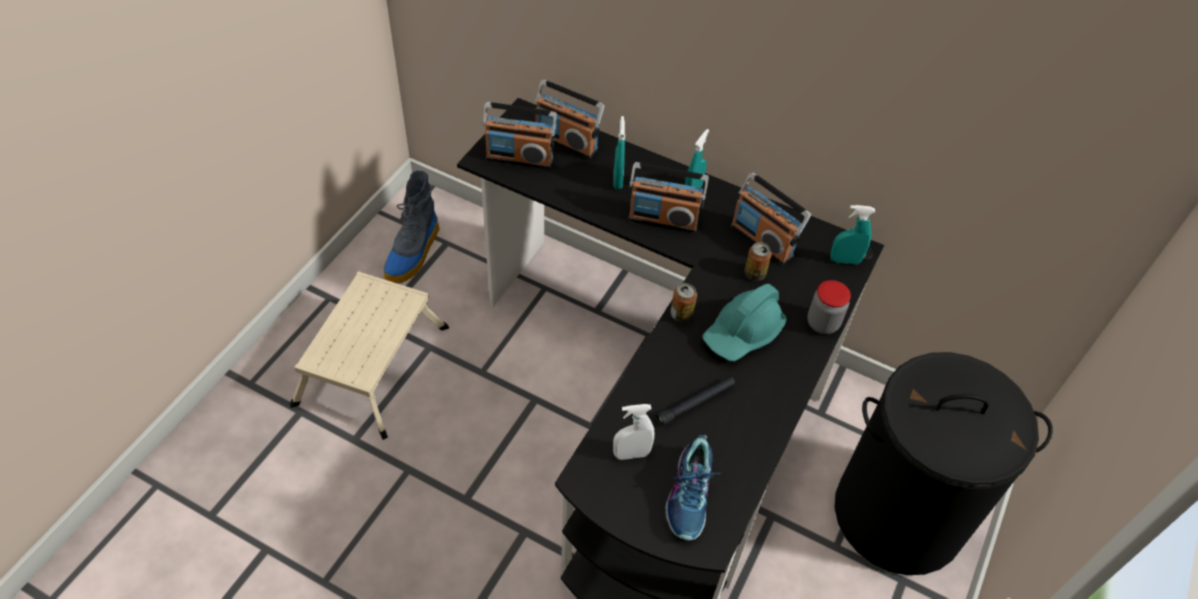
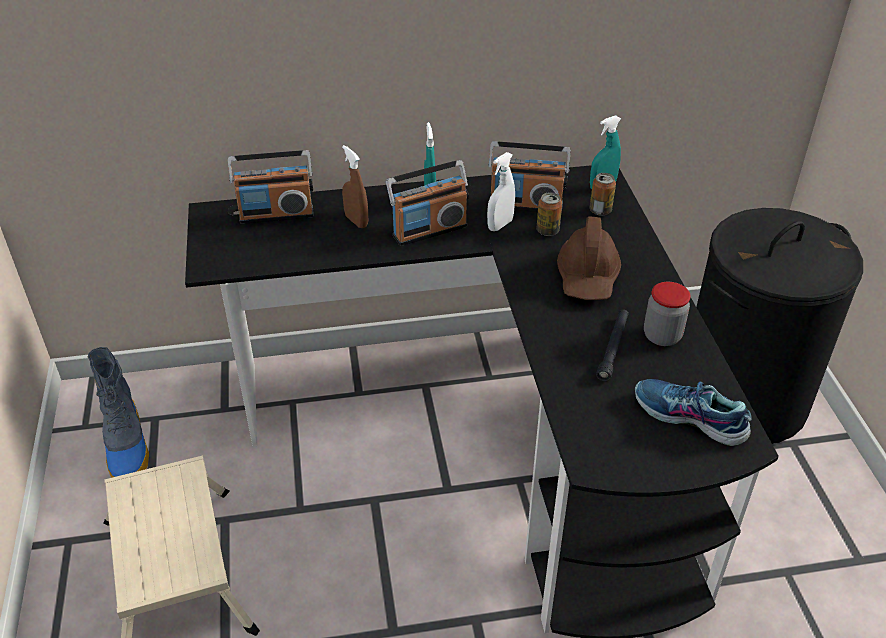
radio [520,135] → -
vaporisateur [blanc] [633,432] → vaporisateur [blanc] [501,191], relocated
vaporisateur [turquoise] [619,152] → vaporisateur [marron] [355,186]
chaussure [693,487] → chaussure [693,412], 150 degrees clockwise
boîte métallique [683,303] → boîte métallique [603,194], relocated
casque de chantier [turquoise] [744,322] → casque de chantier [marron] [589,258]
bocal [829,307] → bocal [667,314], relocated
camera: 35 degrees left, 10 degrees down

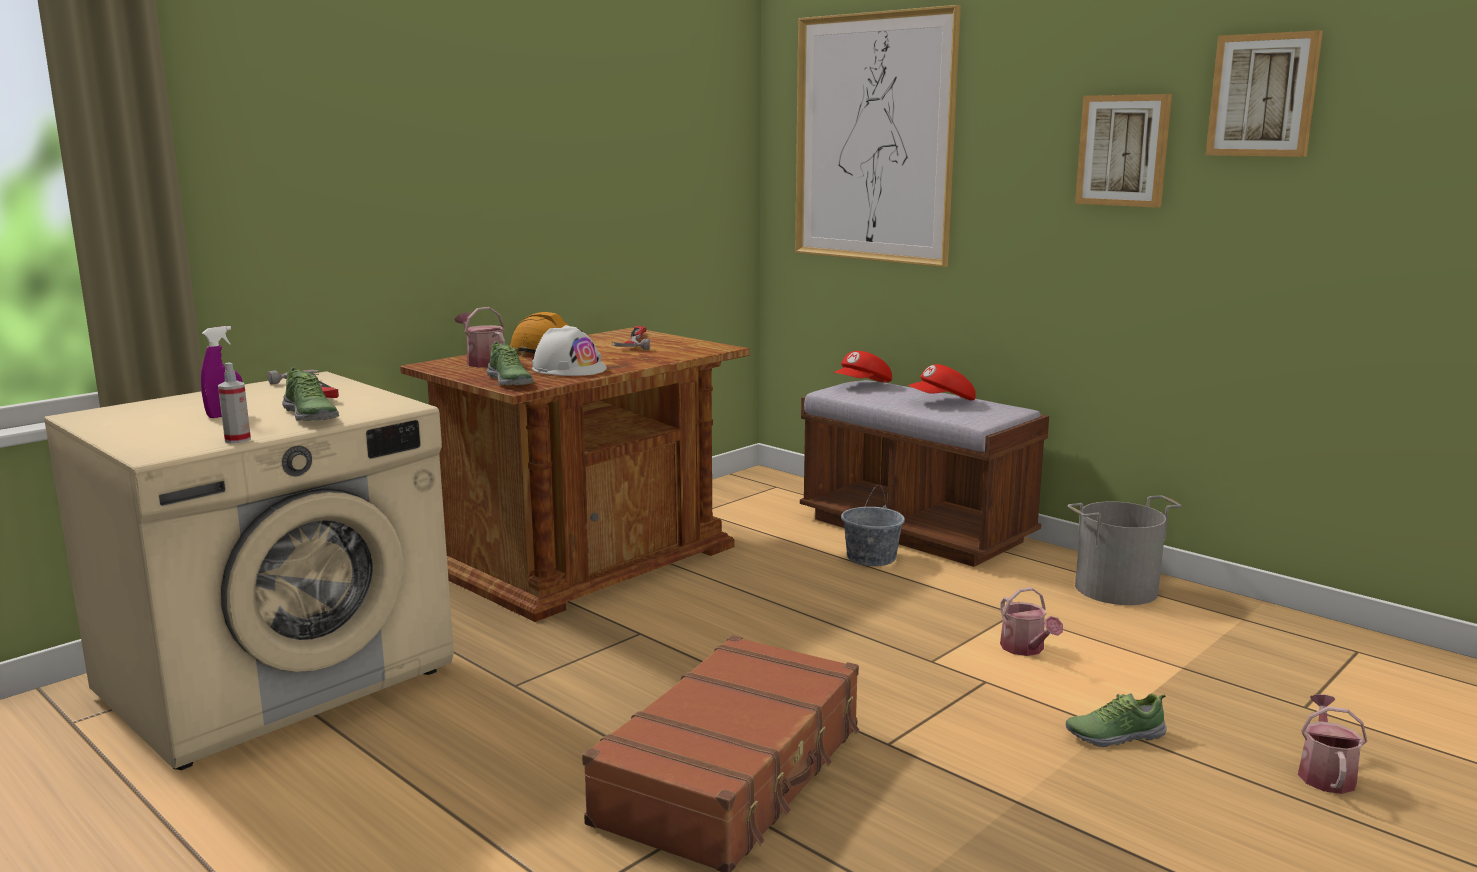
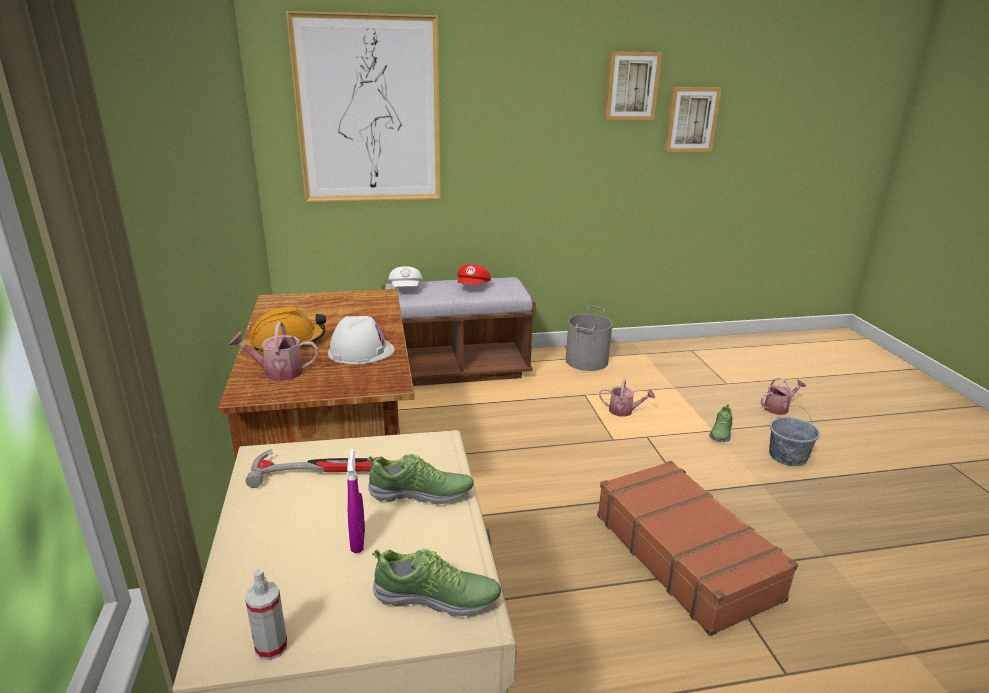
vaporisateur [234,403] → vaporisateur [266,614], relocated
chaussure [510,363] → chaussure [436,583], relocated
marteau [630,338] → -
casquette [rouge] [863,366] → casquette [blanc] [405,276]
seau [gris] [873,525] → seau [gris] [794,436], relocated
tableau [1123,151] → tableau [693,119], relocated
arrosoir [1332,744] → arrosoir [783,396], 105 degrees clockwise
camera: 55 degrees left, 10 degrees up

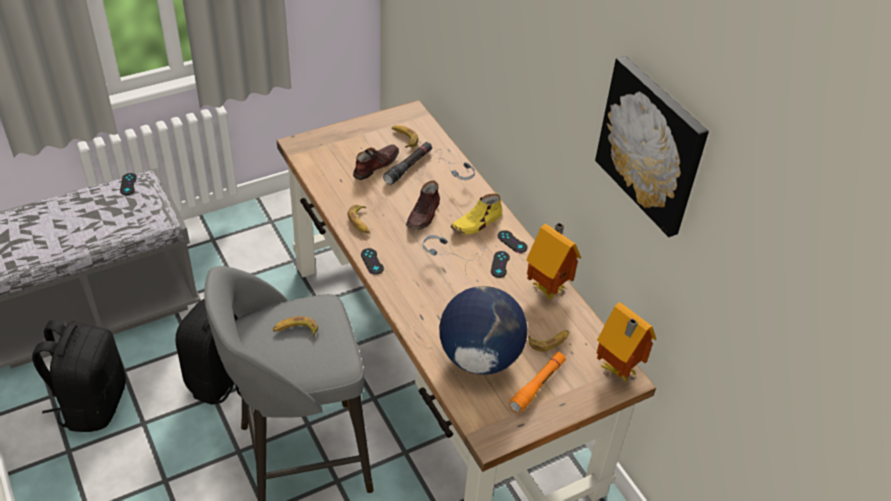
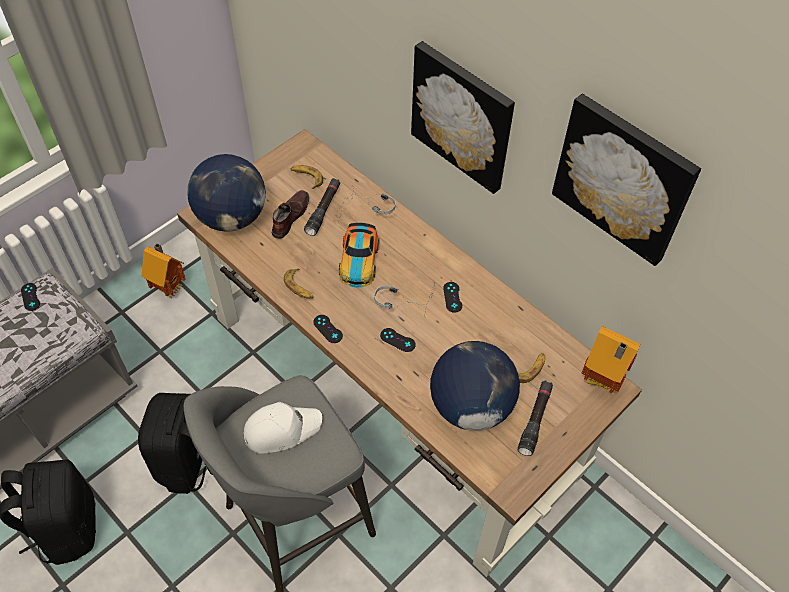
banane [295,326] → casquette [blanc] [283,428]
chaussure [marron] [423,204] → petite voiture [359,255]
chaussure [jaune] [477,214] → -
manette [noir] [513,241] → manette [noir] [398,340], relocated
lampe de poche [orange] [537,382] → lampe de poche [noir] [535,418]
maison miniature [553,260] → maison miniature [163,271], relocated
- → globe [226,193]
- → tableau [463,117]
camera: 15 degrees left, 10 degrees up

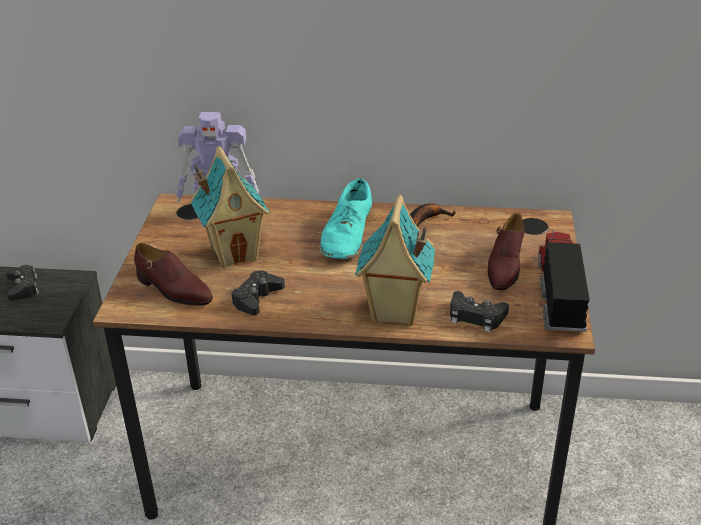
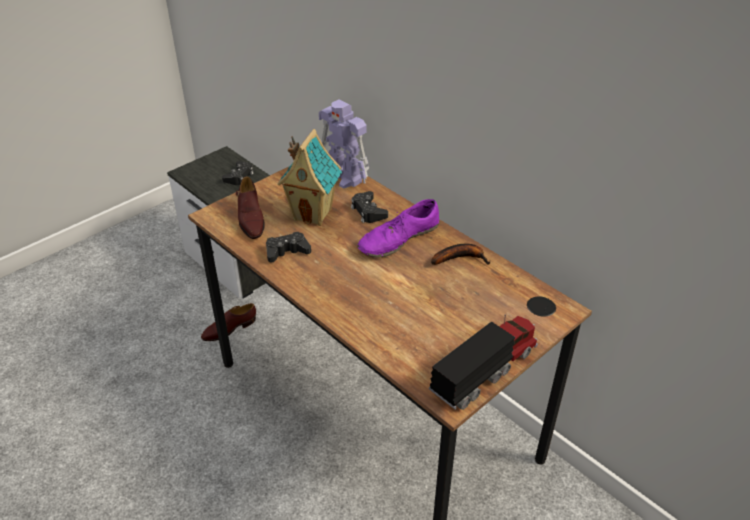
chaussure [turquoise] [346,218] → chaussure [violet] [398,228]
maison miniature [395,260] → -
manette [noir] [479,311] → manette [noir] [369,207], relocated
chaussure [marron] [506,251] → chaussure [marron] [228,322], relocated
camera: 40 degrees right, 5 degrees up

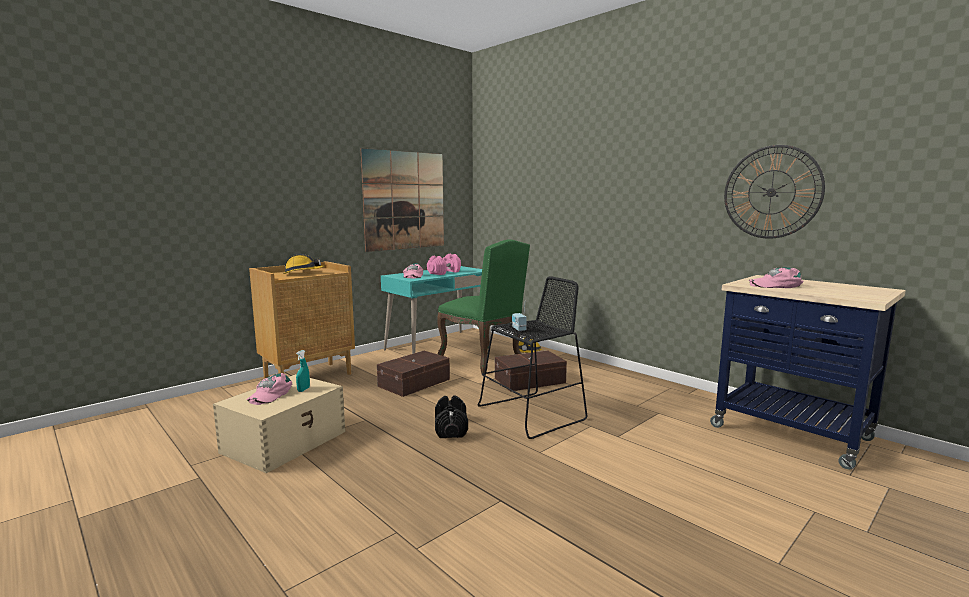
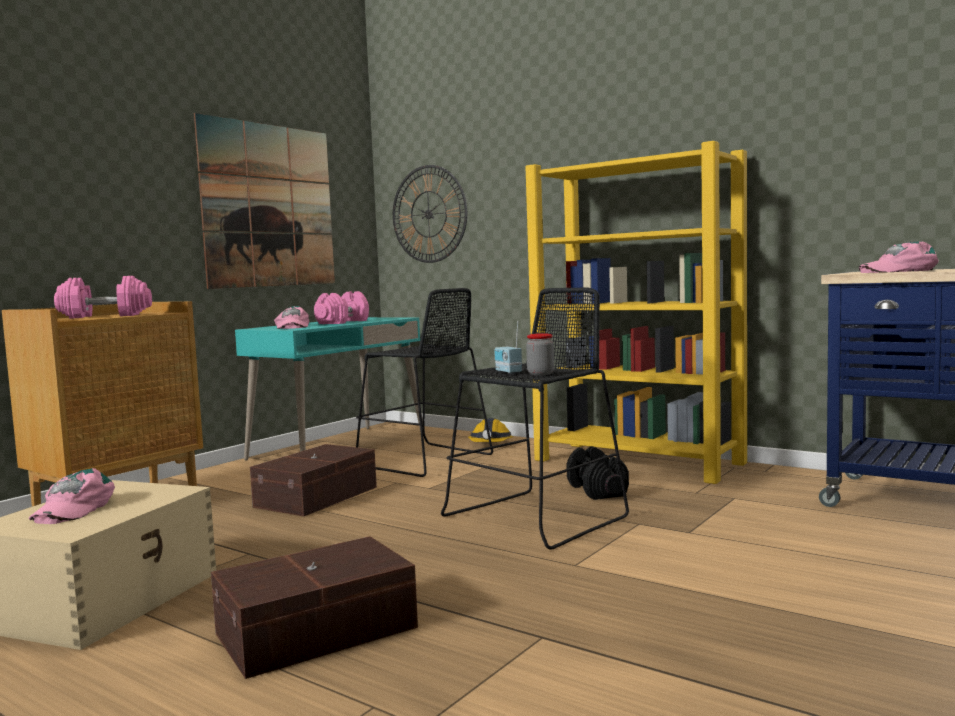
casque de chantier [303,264] → haltère [rose] [103,297]
vaporisateur [turquoise] [303,371] → -
haltère [noir] [451,416] → haltère [noir] [597,473], relocated
chaise [vert] [483,306] → tabouret [noir] [424,382]
boîte de rangement [marron] [531,371] → boîte de rangement [marron] [314,607], relocated
horloge murale [774,192] → horloge murale [430,214], relocated
- → bibliothèque [jaune] [636,312]
- → bocal [540,354]
camera: 10 degrees left, 5 degrees down

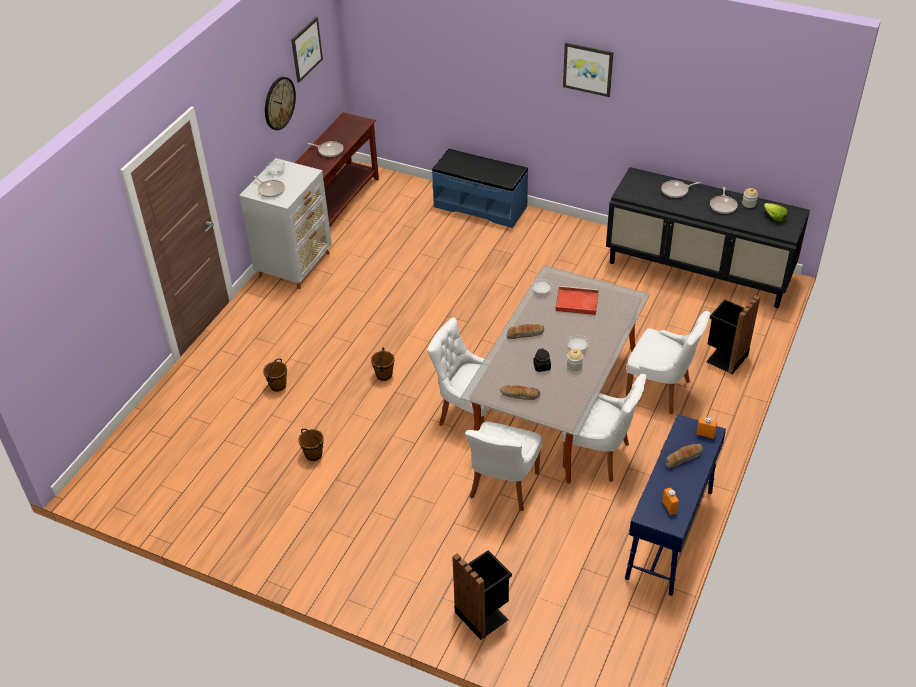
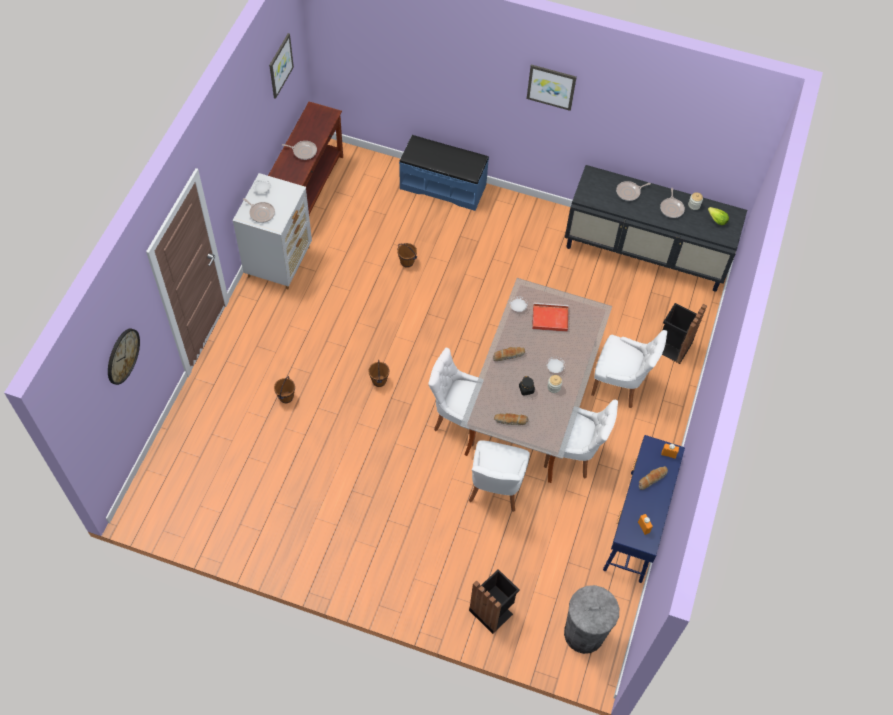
horloge murale [280,103] → horloge murale [124,356], relocated
seau [marron] [311,445] → seau [marron] [407,255], relocated
- → poubelle [gris] [591,619]
camera: 10 degrees left, 15 degrees up

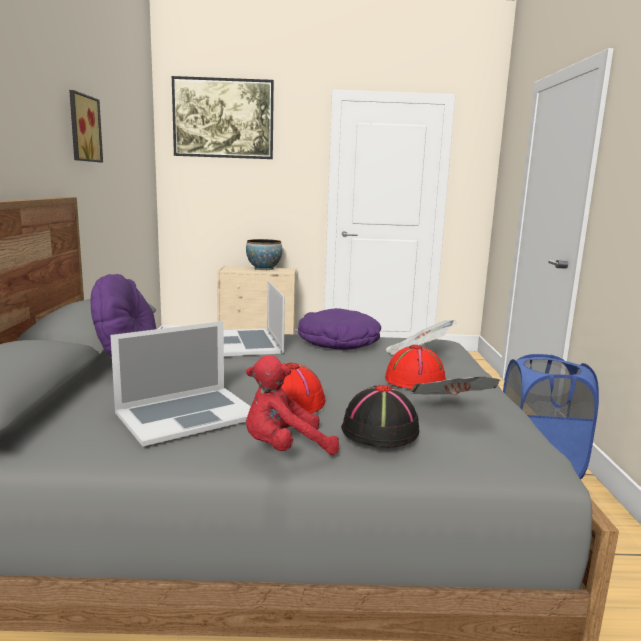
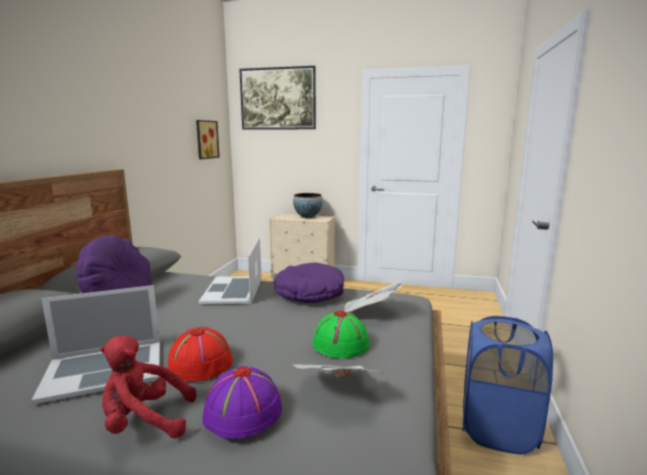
tableau [86,126] → tableau [208,139], relocated
chapeau [noir] [380,416] → chapeau [violet] [242,402]
chapeau [rouge] [415,366] → chapeau [vert] [340,334]
camera: 15 degrees right, 0 degrees up

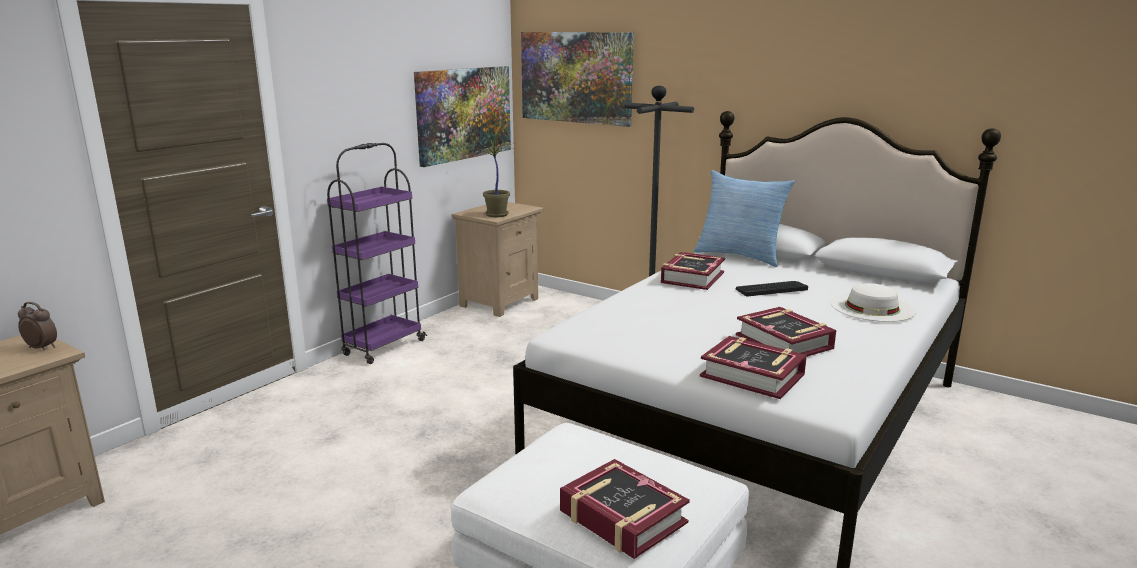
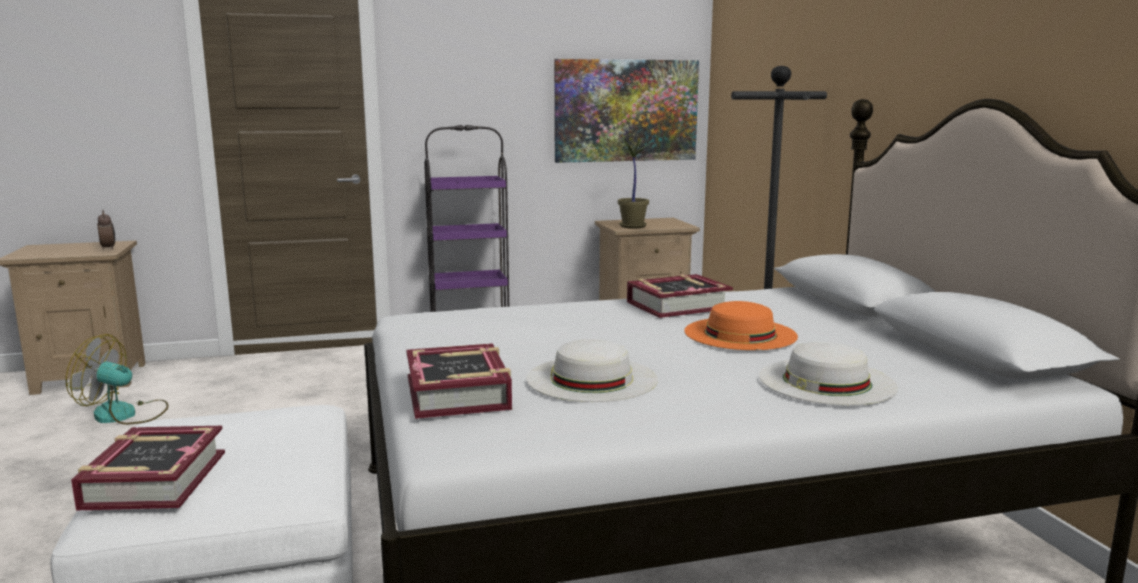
tableau [577,79] → -
coussin [744,218] → -
clavier [772,288] → chapeau [orange] [741,325]
livre [786,332] → chapeau [blanc] [592,370]
- → ventilateur [117,379]
camera: 40 degrees right, 5 degrees down

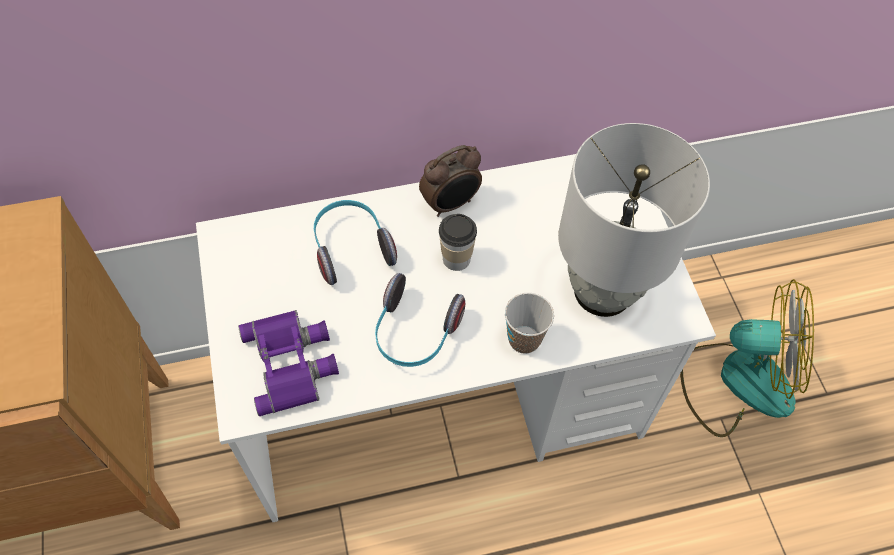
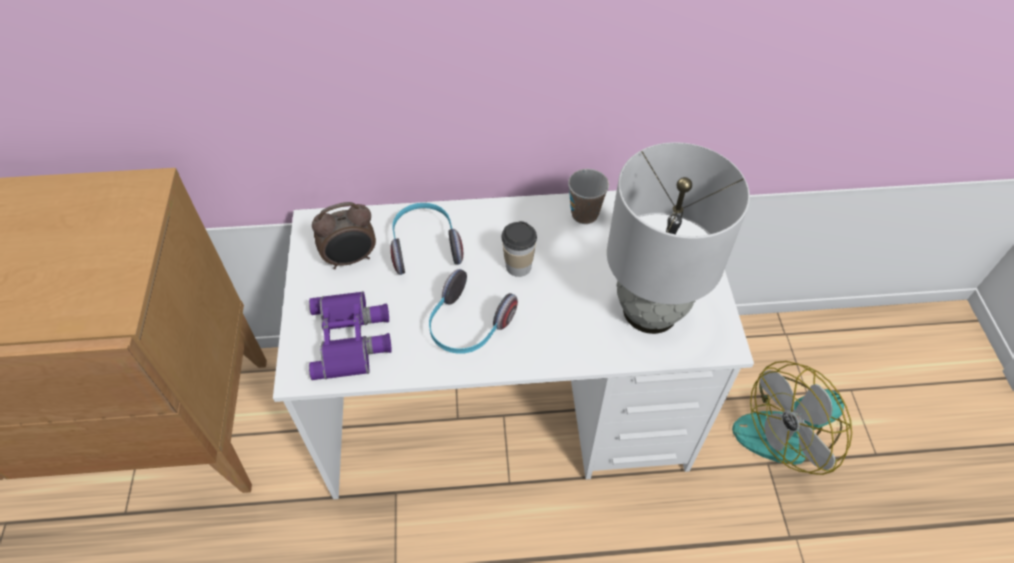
réveil [450,181] → réveil [344,235], relocated
tasse [529,323] → tasse [588,196], relocated
ventilateur [747,358] → ventilateur [792,418], 135 degrees clockwise
camera: 10 degrees right, 5 degrees down

